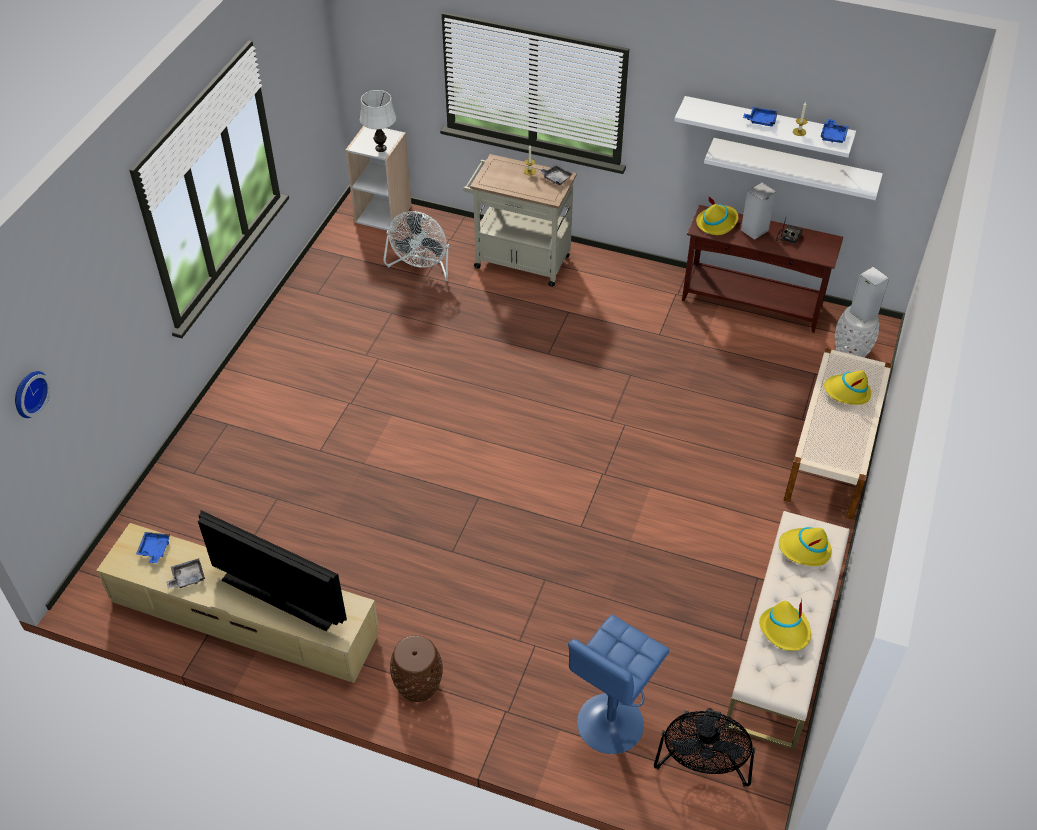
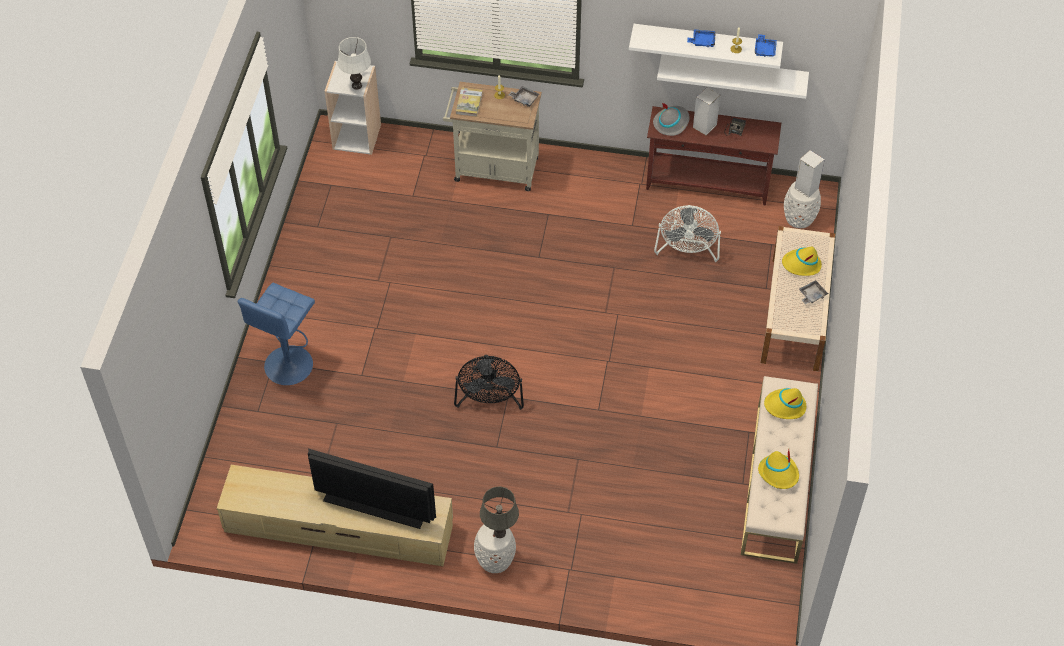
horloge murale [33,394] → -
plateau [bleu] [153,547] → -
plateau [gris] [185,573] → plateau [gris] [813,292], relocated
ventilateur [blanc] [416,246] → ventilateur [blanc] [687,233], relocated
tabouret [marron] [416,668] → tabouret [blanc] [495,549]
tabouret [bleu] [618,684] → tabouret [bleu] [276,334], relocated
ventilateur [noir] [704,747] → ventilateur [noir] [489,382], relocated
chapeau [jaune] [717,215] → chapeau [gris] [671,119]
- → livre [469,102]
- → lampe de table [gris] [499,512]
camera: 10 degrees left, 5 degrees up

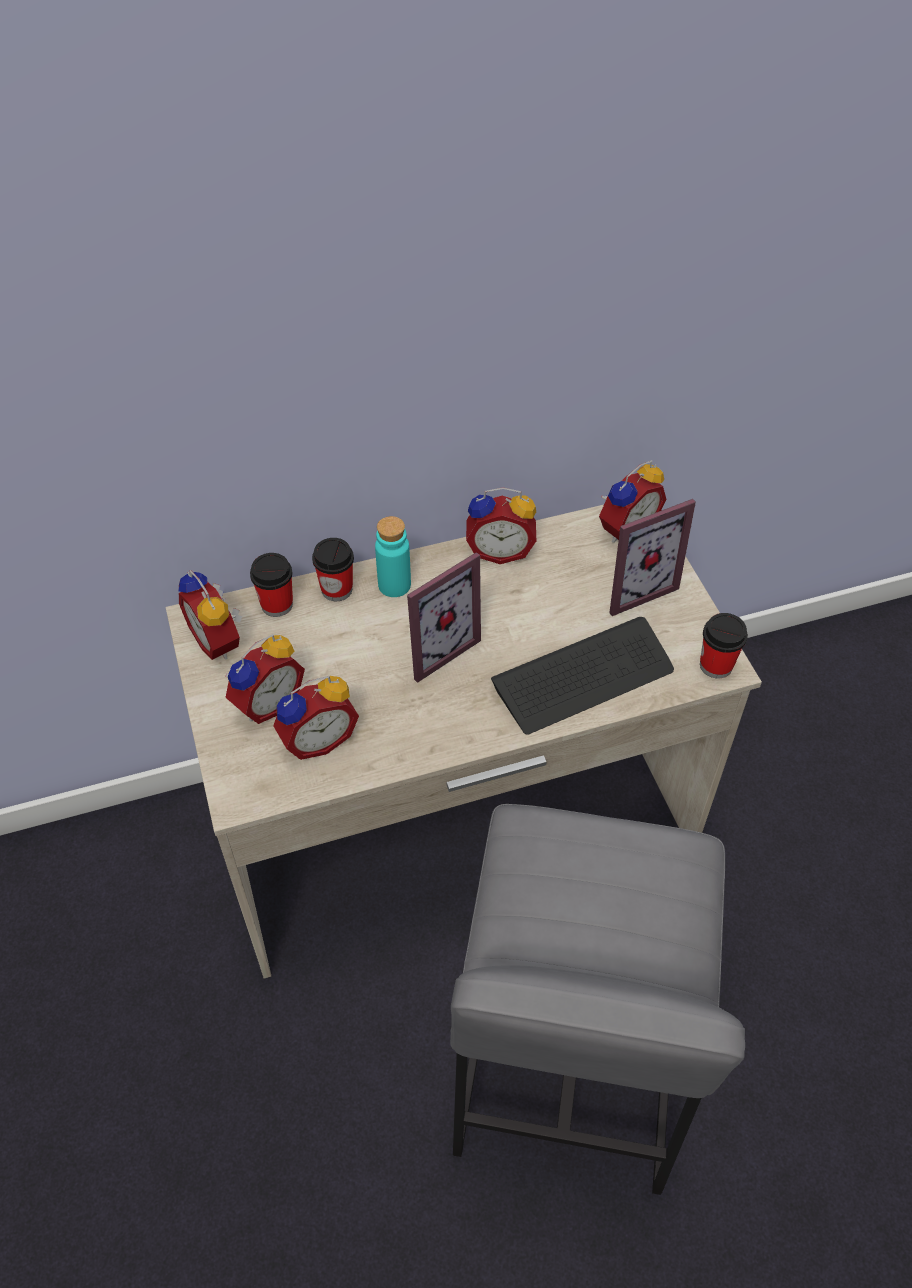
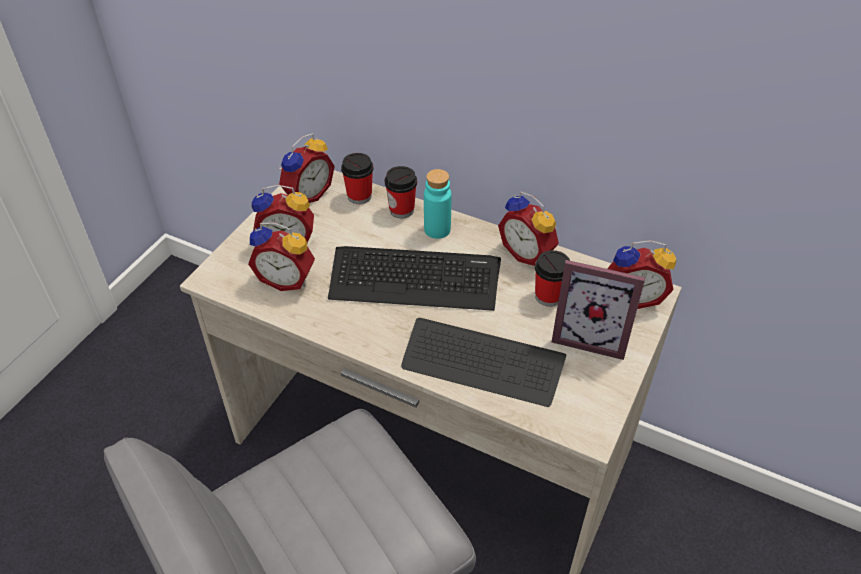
réveil [210,615] → réveil [307,168], 150 degrees counterclockwise
cadre photo [444,617] → clavier [414,278]
tasse [724,646] → tasse [552,278], relocated
camera: 45 degrees right, 5 degrees down

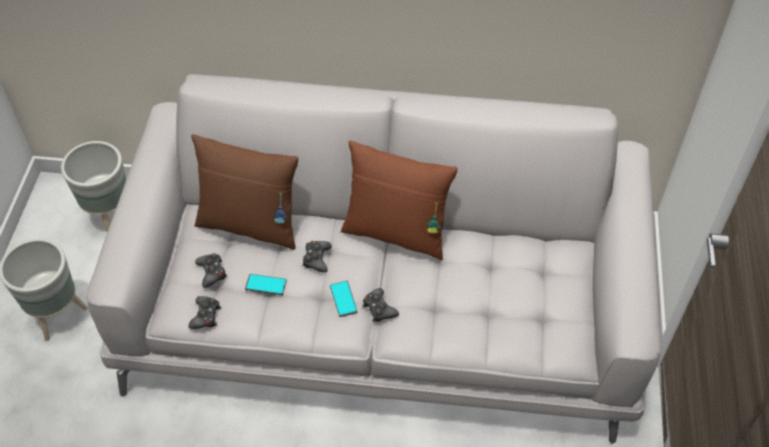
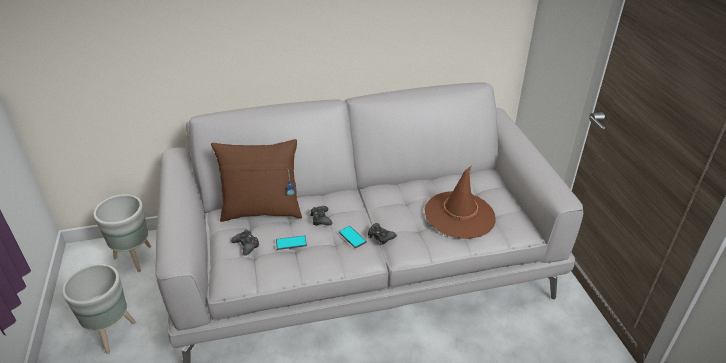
manette [noir] [205,312] → -
coussin [marron] [399,200] → -
- → chapeau [marron] [460,202]
camera: 20 degrees left, 15 degrees down

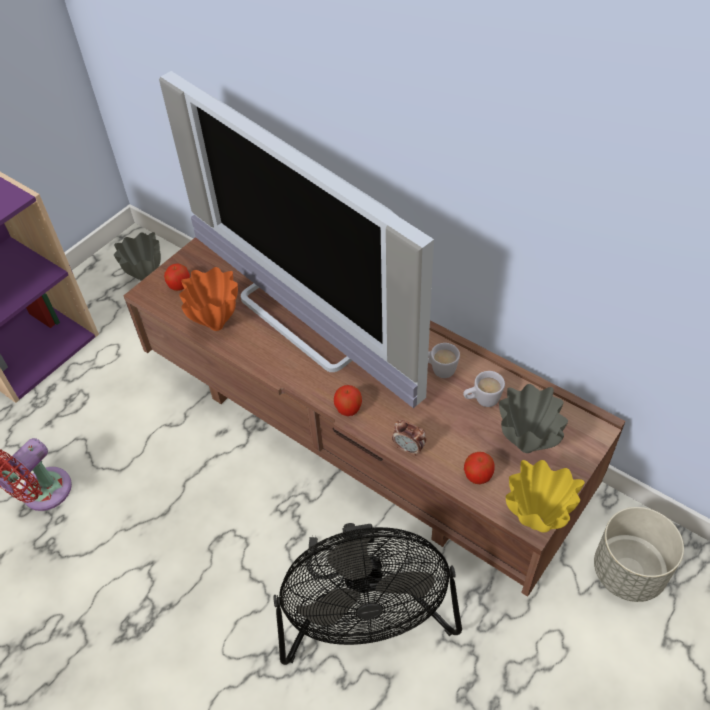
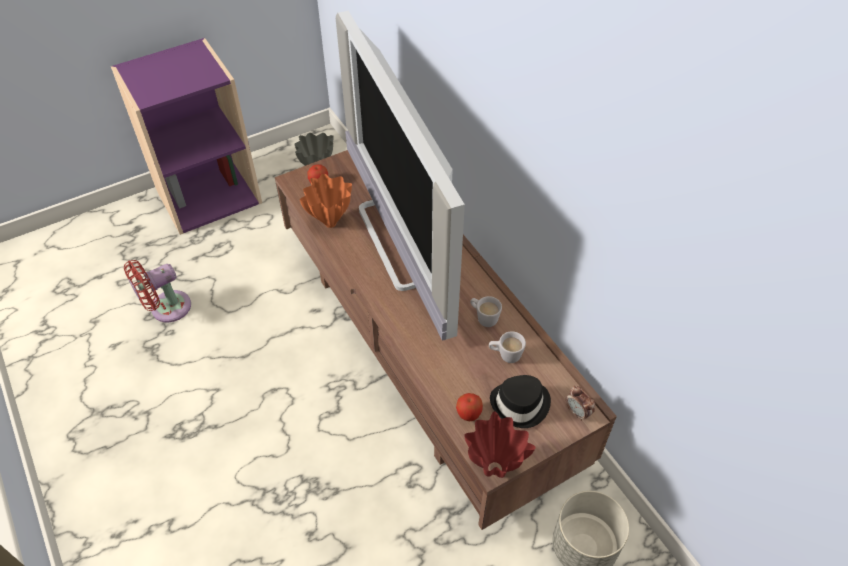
ventilateur [noir] [367,594] → -
pomme [348,400] → -
réveil [409,438] → réveil [580,403], relocated
vase [gris] [533,418] → chapeau [noir] [520,401]
vase [jaune] [545,496] → vase [rouge] [499,444]
camera: 20 degrees right, 0 degrees up

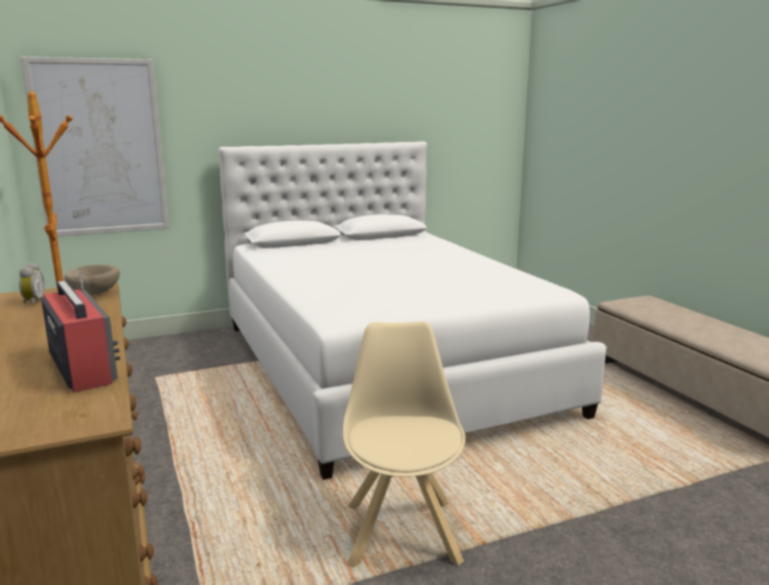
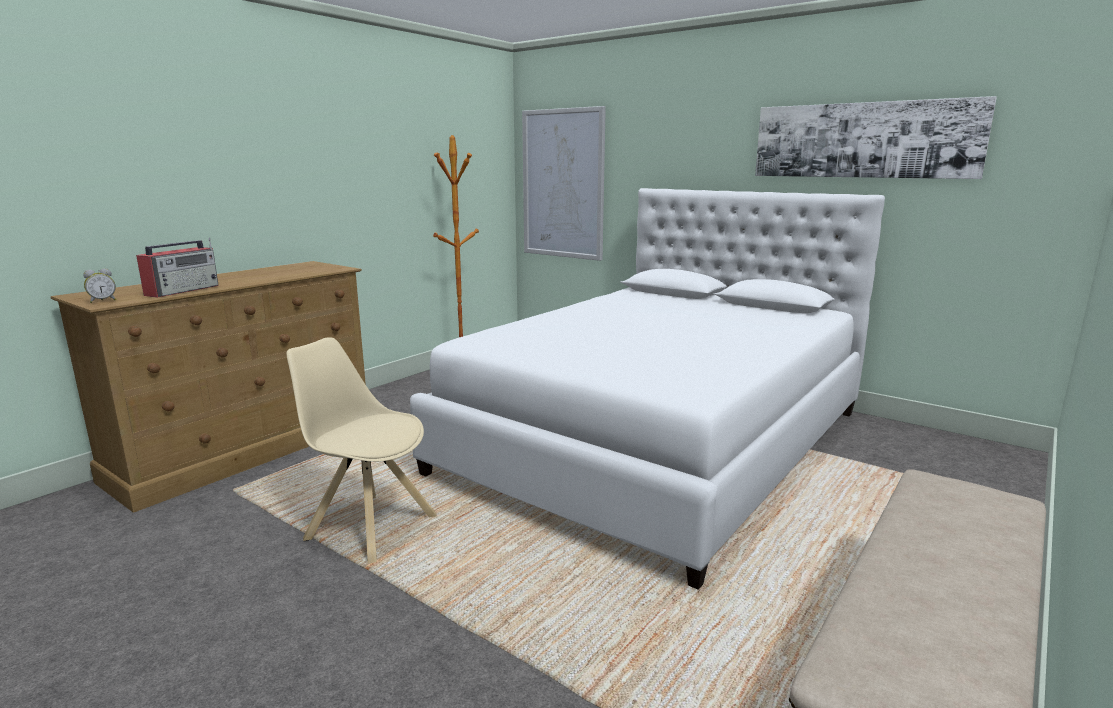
réveil [31,284] → réveil [99,285], relocated
bol [beige] [92,280] → -
chaise [beige] [404,444] → chaise [beige] [362,450], 120 degrees counterclockwise
- → tableau [876,137]
camera: 60 degrees right, 0 degrees up

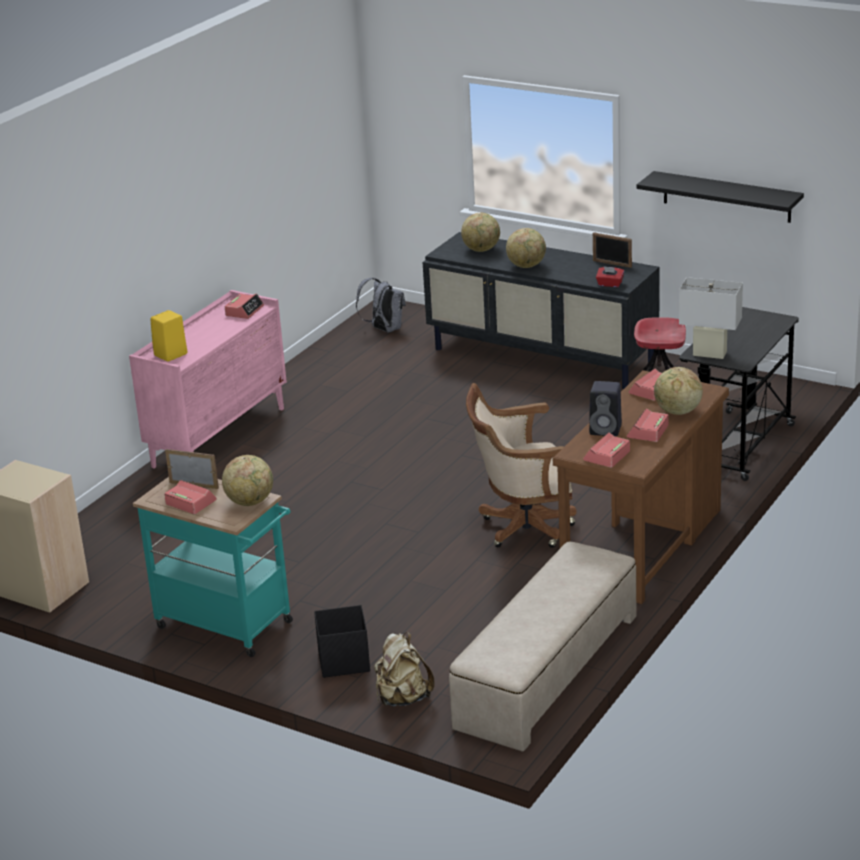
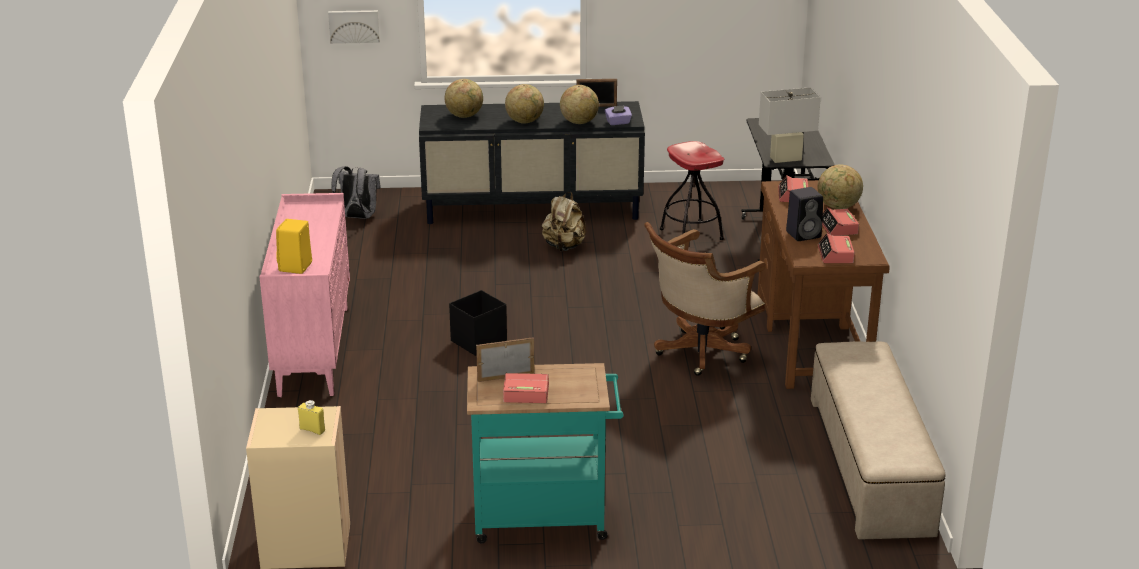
globe [247,480] → globe [579,104], relocated
réveil [244,306] → -
boîte de rangement [noir] [342,641] → boîte de rangement [noir] [478,323], relocated
sac à dos [beige] [404,669] → sac à dos [beige] [564,221], relocated
boîte à mouchoirs [rouge] [610,276] → boîte à mouchoirs [violet] [618,115]
étagère [noir] [720,197] → -
- → bouteille [jaune] [311,417]
- → tableau [354,27]
camera: 35 degrees left, 0 degrees up

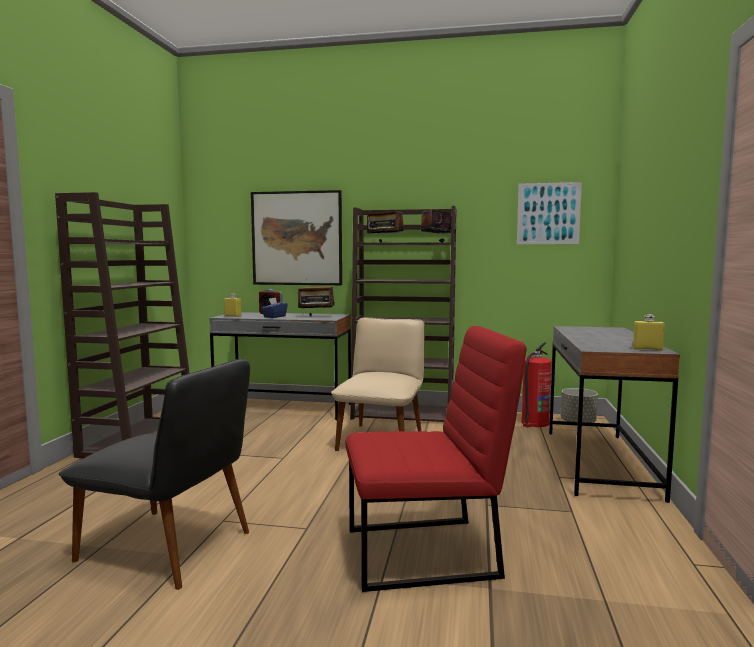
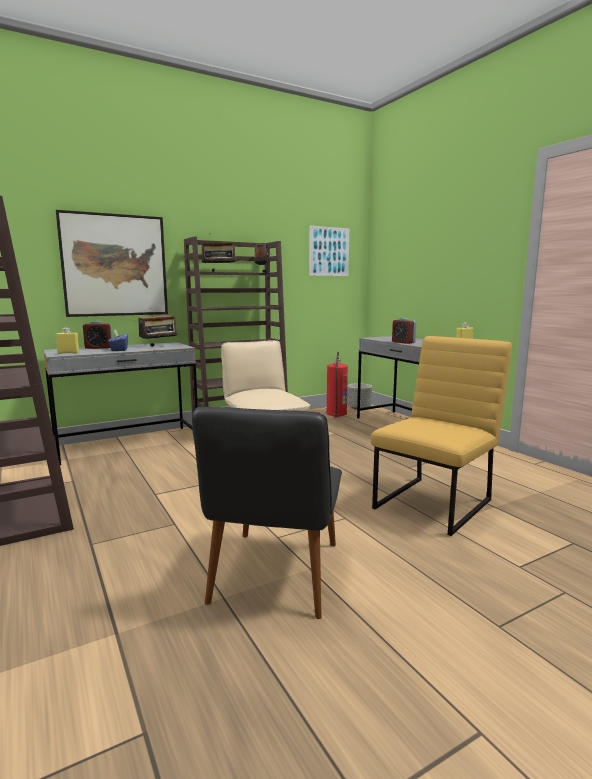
chaise [noir] [154,474] → chaise [noir] [267,513], 120 degrees clockwise
chaise [rouge] [436,459] → chaise [jaune] [441,436]
- → réveil [404,331]
camera: 40 degrees left, 5 degrees up

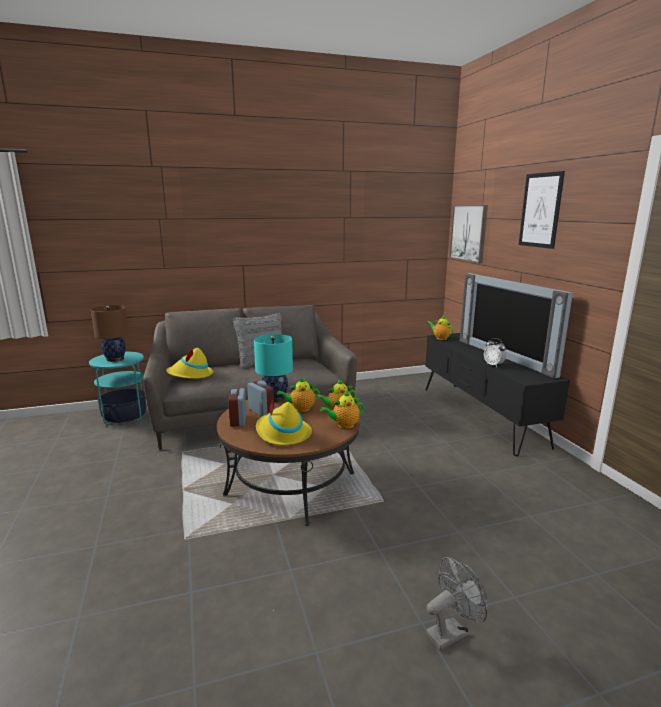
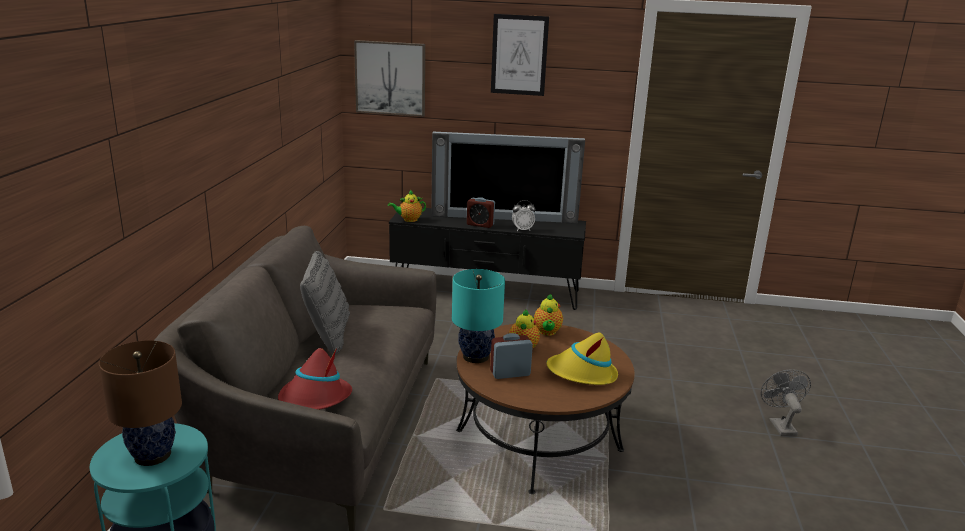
chapeau [jaune] [190,363] → chapeau [rouge] [315,379]
réveil [237,407] → réveil [481,212], relocated
théière [342,409] → -
camera: 65 degrees left, 5 degrees up

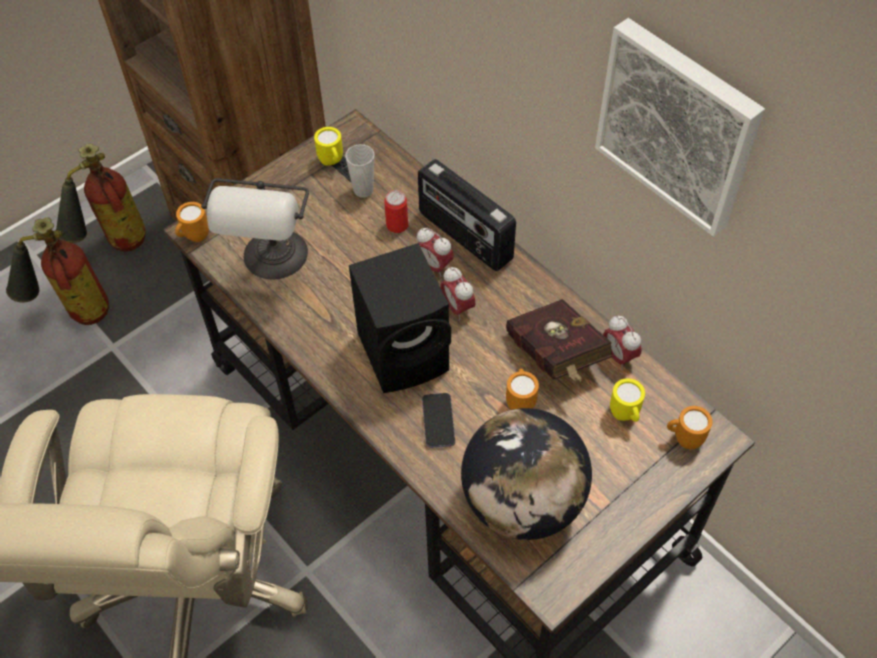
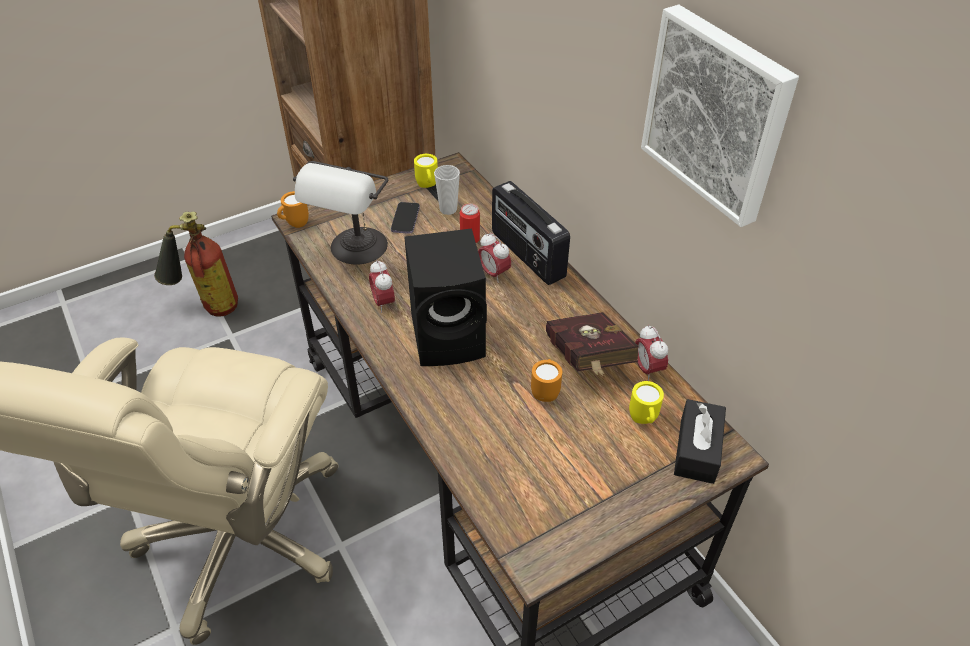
extincteur [101,197] → -
téléphone [438,420] → téléphone [405,218], relocated
réveil [458,293] → réveil [382,286], relocated
globe [526,474] → -
mug [orange] [690,427] → boîte à mouchoirs [noir] [700,441]
camera: 10 degrees right, 10 degrees down

